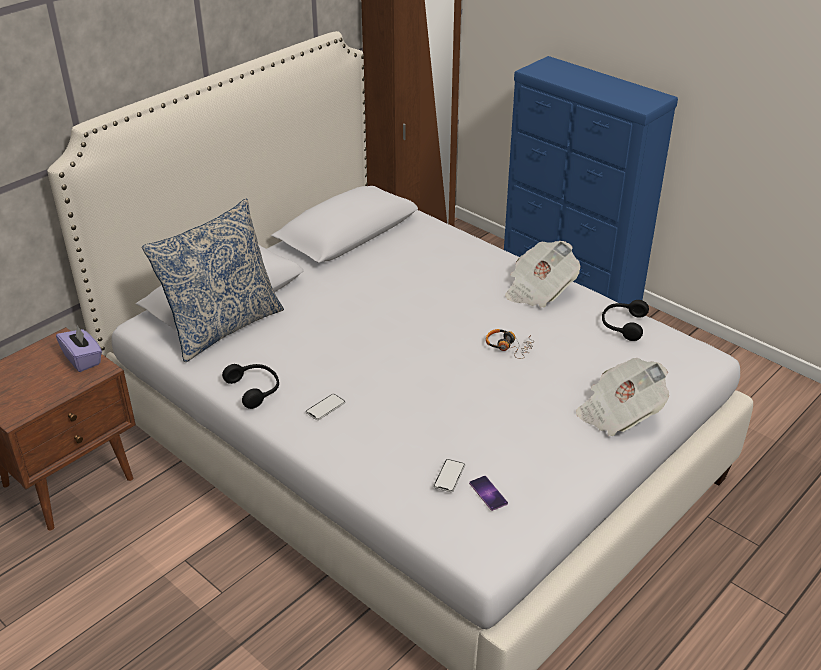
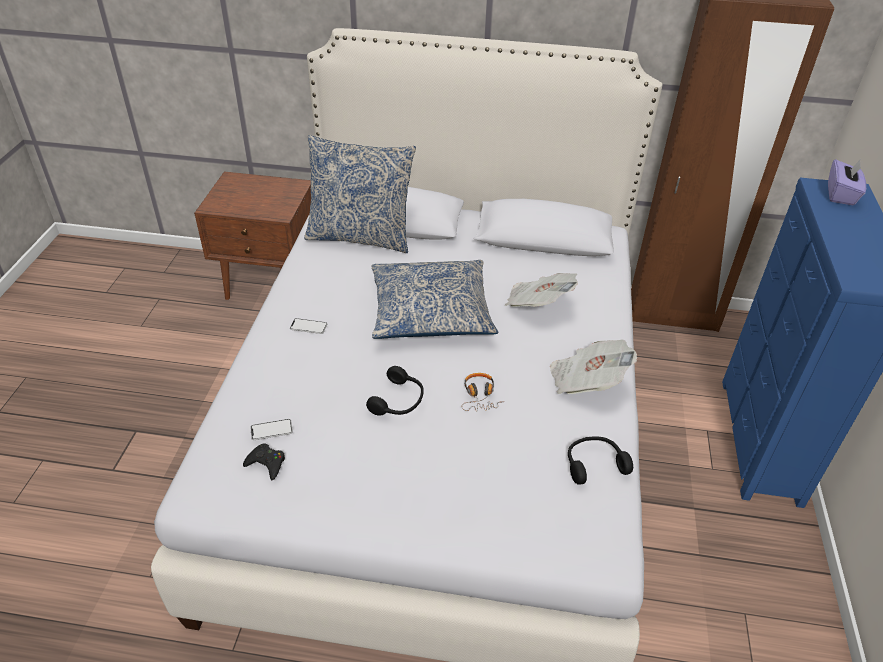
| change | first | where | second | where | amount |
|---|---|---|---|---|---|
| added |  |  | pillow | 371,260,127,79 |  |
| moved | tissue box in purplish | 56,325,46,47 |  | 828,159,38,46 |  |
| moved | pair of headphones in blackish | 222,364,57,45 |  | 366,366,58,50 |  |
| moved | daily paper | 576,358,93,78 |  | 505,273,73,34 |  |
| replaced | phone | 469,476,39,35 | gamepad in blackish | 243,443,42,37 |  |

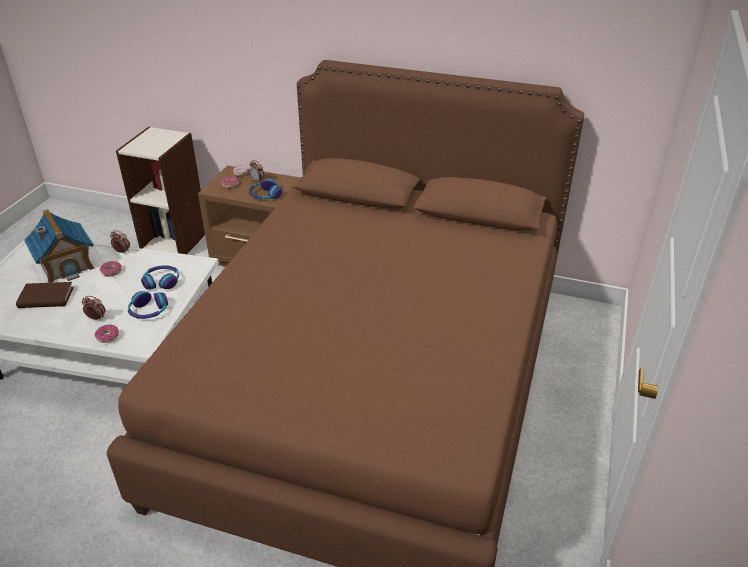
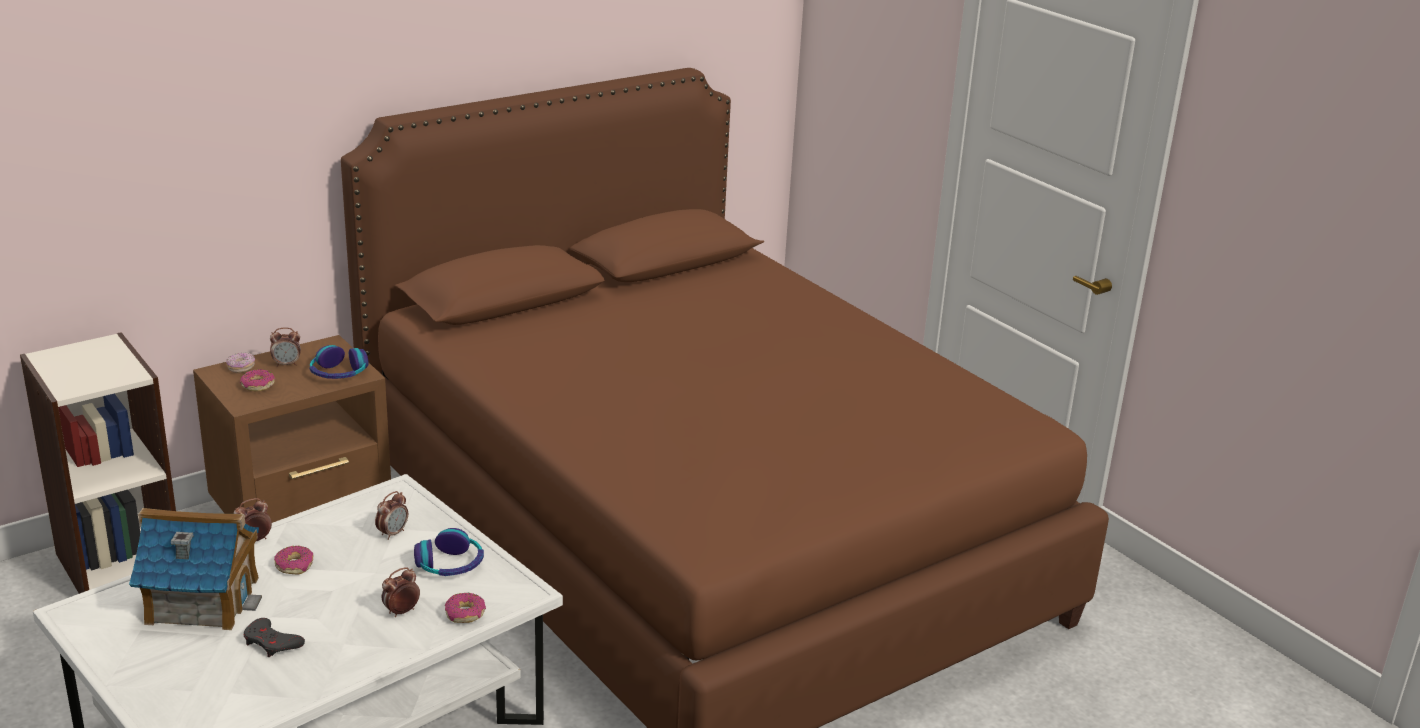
| change | first | where | second | where | amount |
|---|---|---|---|---|---|
| replaced | book in brown | 16,282,58,26 | gamepad in greyish | 244,618,61,39 |  |
| replaced | pair of headphones | 141,265,38,25 | table clock | 375,491,33,49 |  |

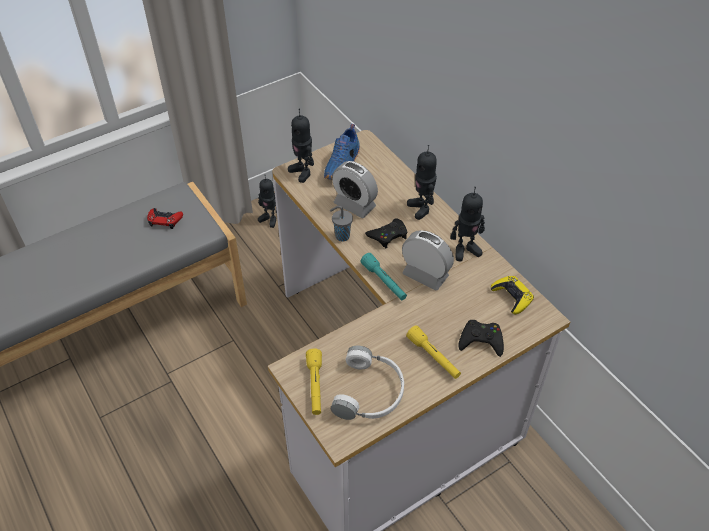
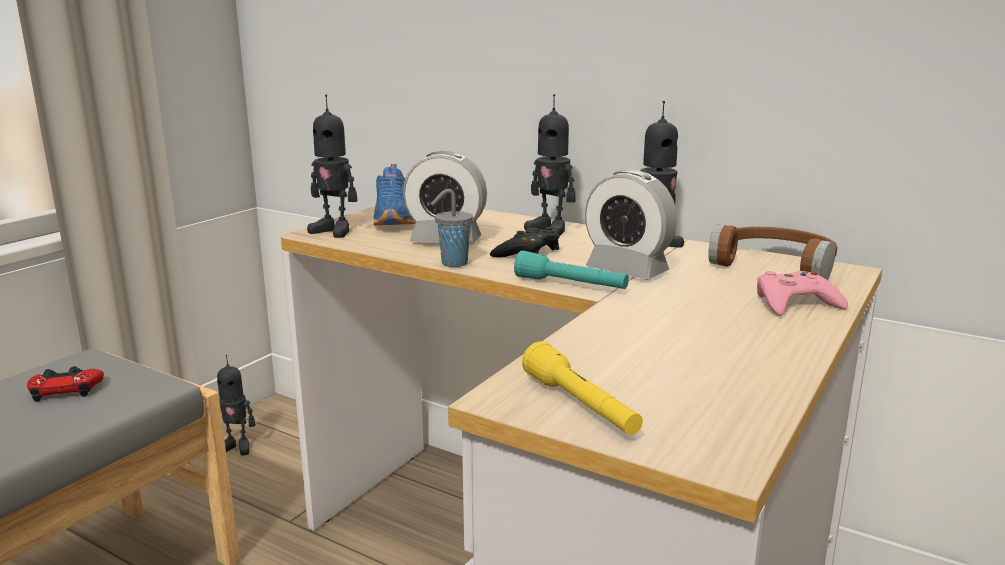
| change | first | where | second | where | amount |
|---|---|---|---|---|---|
| removed | pair of headphones in white | 330,346,74,74 |  |  |  |
| removed | hand torch in yellowish | 406,325,55,54 |  |  |  |
| replaced | gamepad in yellowish | 491,276,43,38 | pair of headphones in brown | 708,225,129,55 |  |
| recoloured | gamepad in blackish | 459,320,45,37 | gamepad in pink | 757,271,91,45 |  |
| turned | table clock | 402,230,52,60 |  | 585,170,92,109 | 150 degrees counterclockwise |

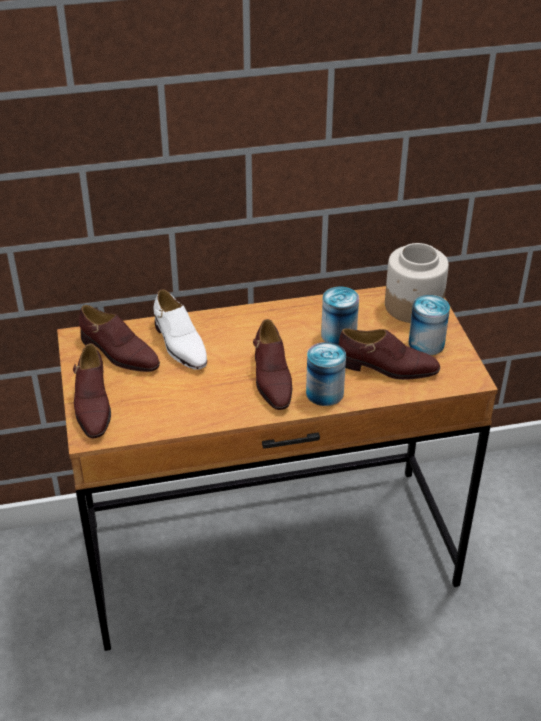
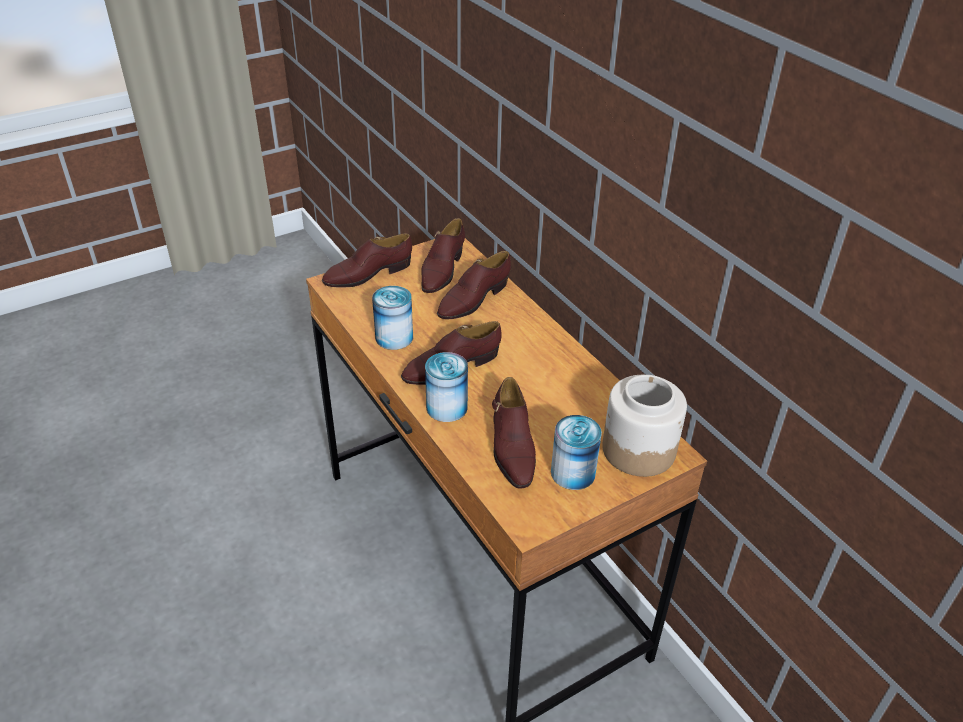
| change | first | where | second | where | amount |
|---|---|---|---|---|---|
| moved | can | 321,287,38,58 |  | 372,286,41,64 |  |
| recoloured | item of footwear in white | 153,289,54,81 | item of footwear in brown | 437,251,74,68 |  |

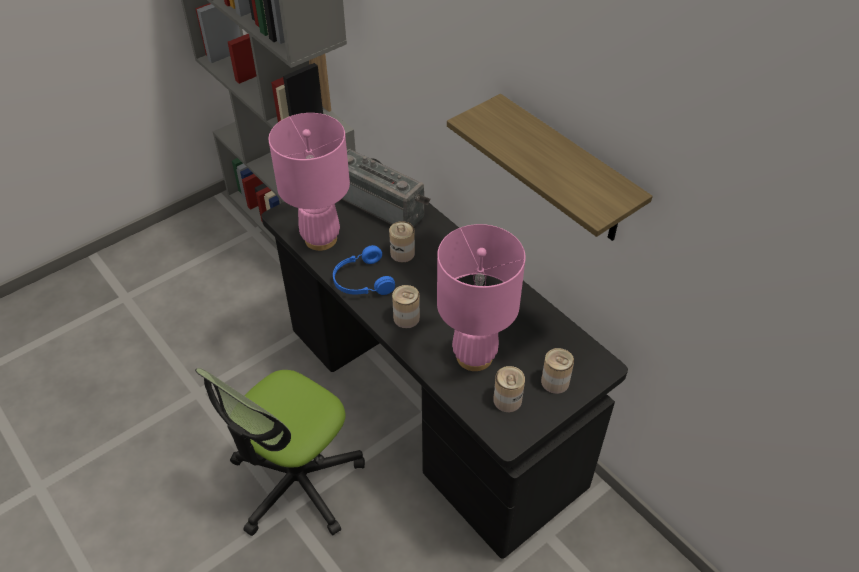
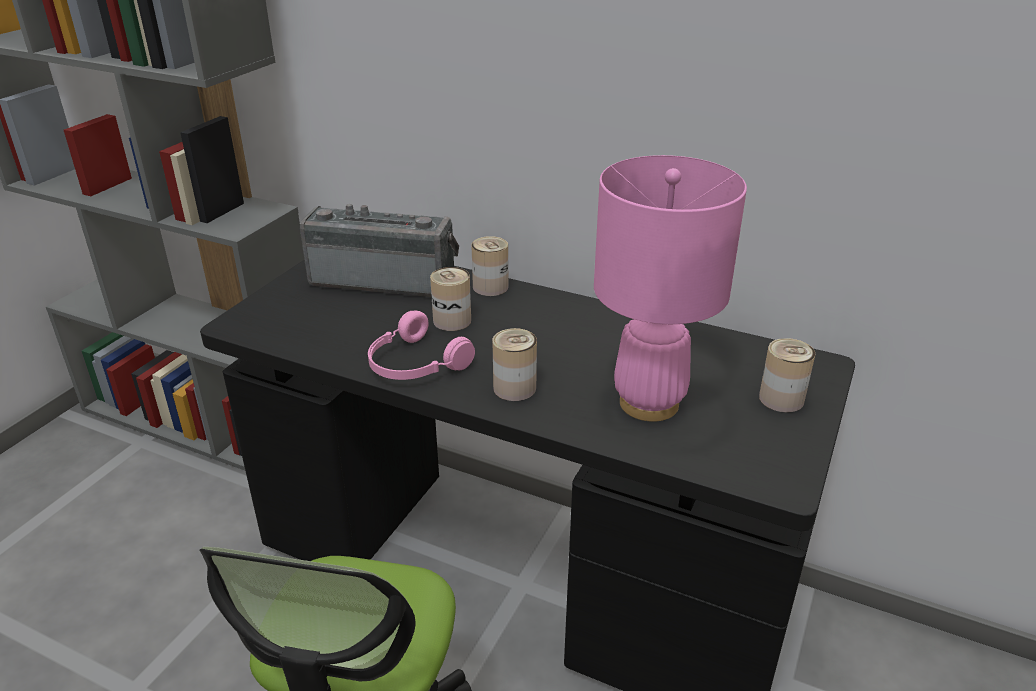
| change | first | where | second | where | amount |
|---|---|---|---|---|---|
| removed | tabletop lamp in pink | 269,113,81,138 |  |  |  |
| removed | wall shelf | 447,94,206,147 |  |  |  |
| moved | can | 493,366,32,46 |  | 471,236,37,60 |  |
| recoloured | pair of headphones in blue-coloured | 333,245,62,50 | pair of headphones in pink | 368,311,107,69 |  |

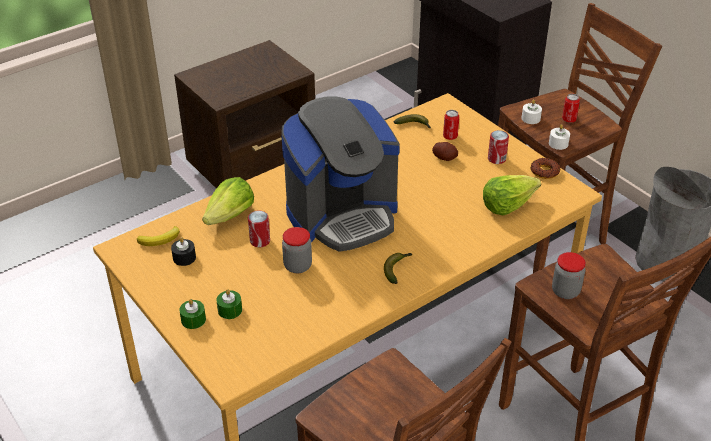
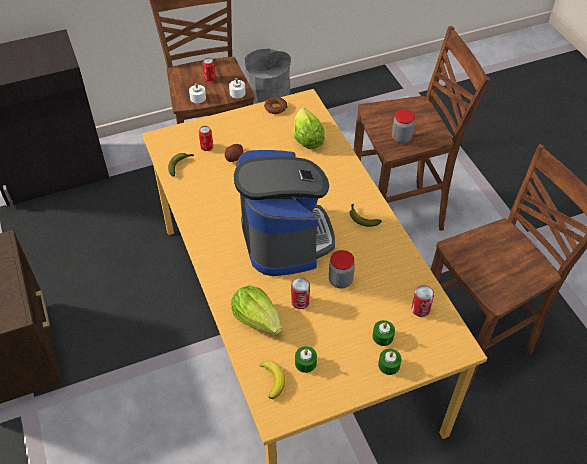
| change | first | where | second | where | amount |
|---|---|---|---|---|---|
| moved | can | 488,130,21,34 |  | 412,285,22,32 |  |
| recoloured | candle in blackish | 171,237,25,29 | candle in green | 295,346,22,27 |  |

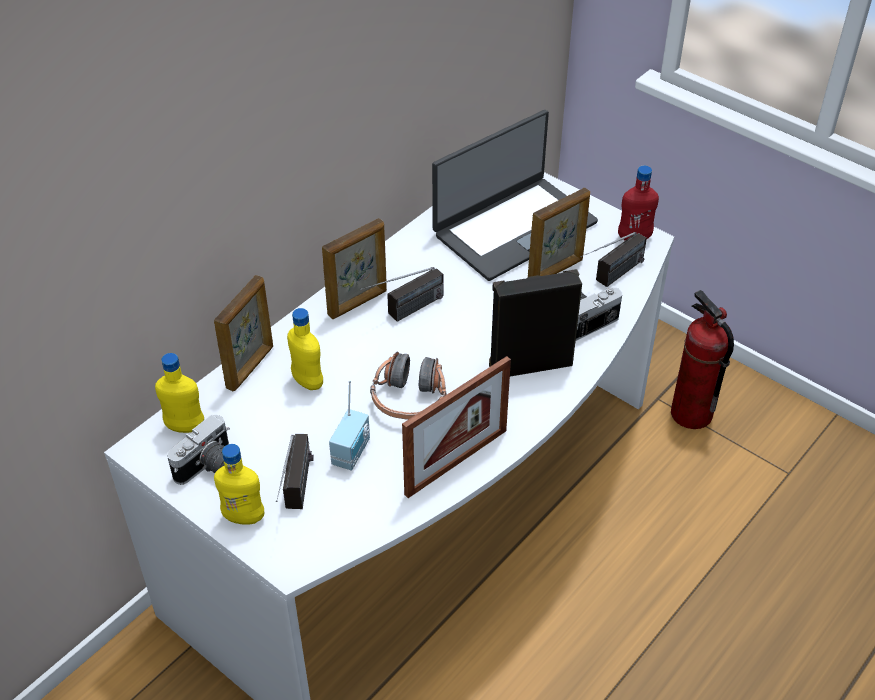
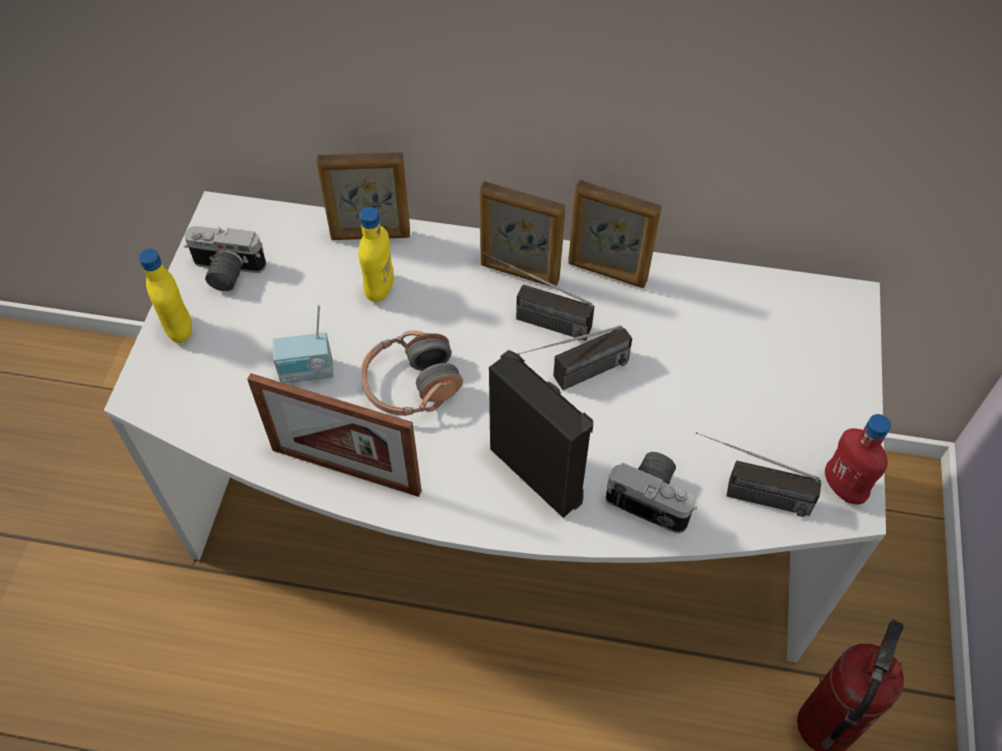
| change | first | where | second | where | amount |
|---|---|---|---|---|---|
| removed | beverage bottle in yellowish | 155,353,49,80 |  |  |  |
| removed | laptop | 432,110,166,171 |  |  |  |
| moved | radio receiver | 276,434,38,75 |  | 518,325,114,65 |  |
| moved | standing frame | 528,188,62,89 |  | 568,180,94,108 |  |

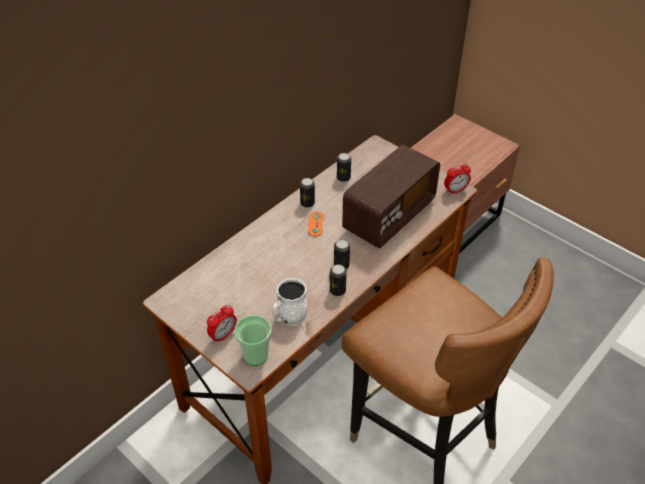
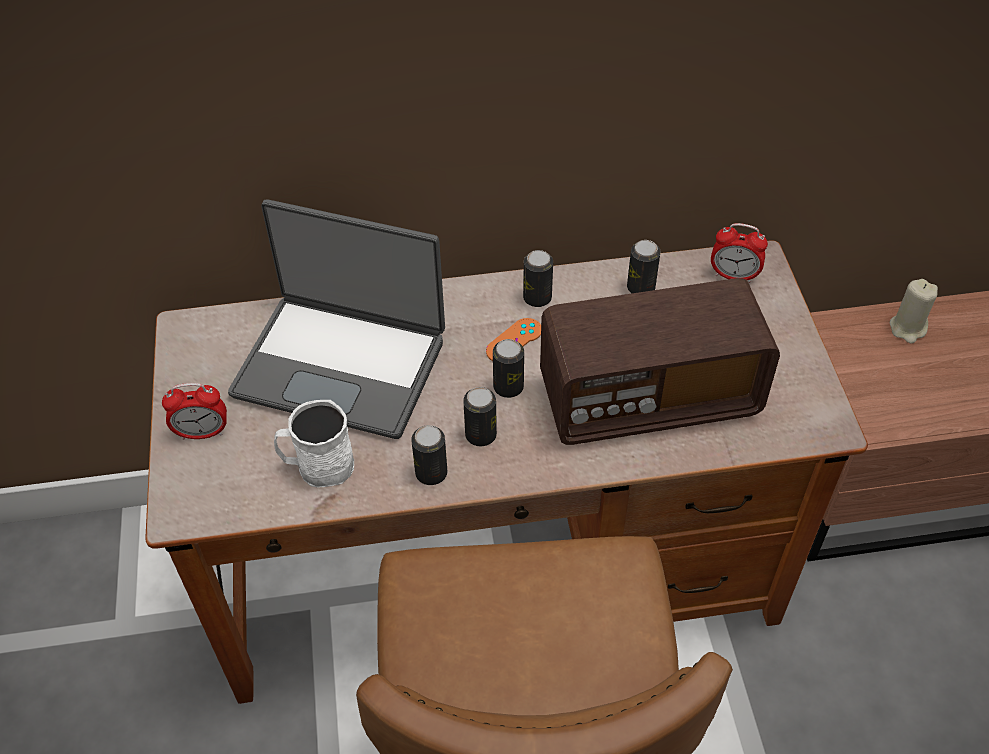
| change | first | where | second | where | amount |
|---|---|---|---|---|---|
| removed | drinking cup | 234,315,38,51 |  |  |  |
| added |  |  | laptop | 228,199,217,240 |  |
| added |  |  | can | 493,339,31,59 |  |
| added |  |  | candle in sand-coloured | 889,279,49,65 |  |
| moved | table clock | 444,163,27,32 |  | 711,223,57,60 |  |

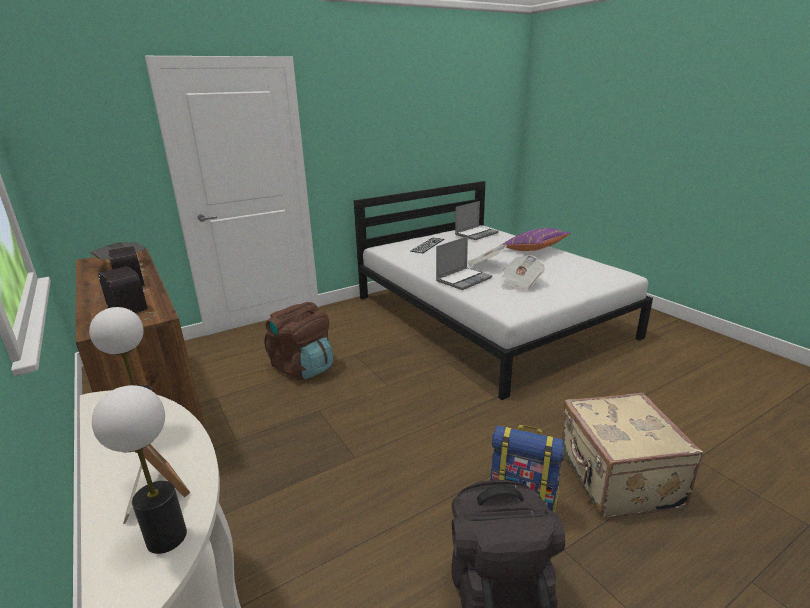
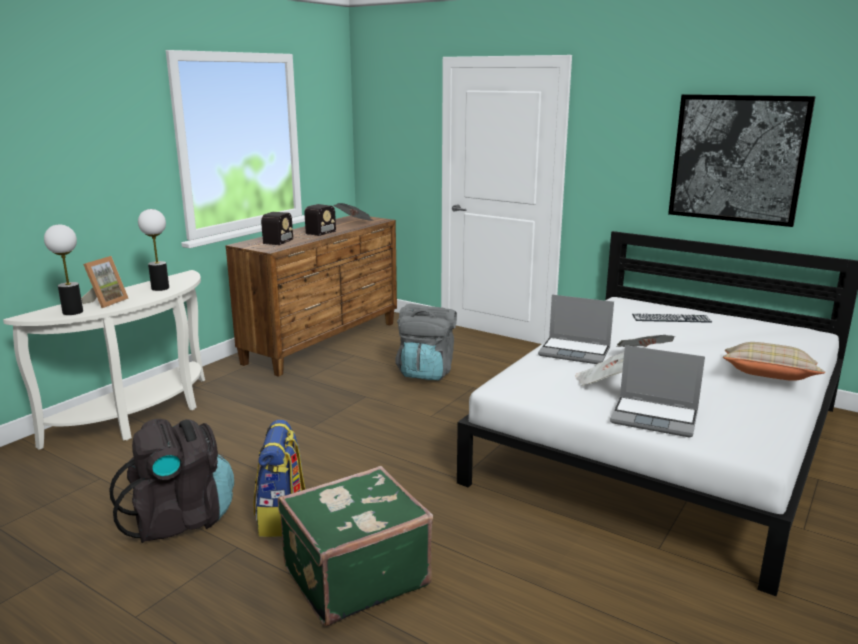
| change | first | where | second | where | amount |
|---|---|---|---|---|---|
| added |  |  | picture | 668,94,147,133 |  |
| moved | laptop | 455,201,44,39 |  | 610,345,95,93 |  |
| recoloured | rucksack in brown | 264,302,69,78 | rucksack in greyish | 395,304,62,77 |  |
| recoloured | pillow in purplish | 501,228,70,23 | pillow in sand-coloured | 723,342,102,39 |  |
| recoloured | suitcase in sand-coloured | 560,393,143,125 | suitcase in green | 278,466,155,161 |  |

